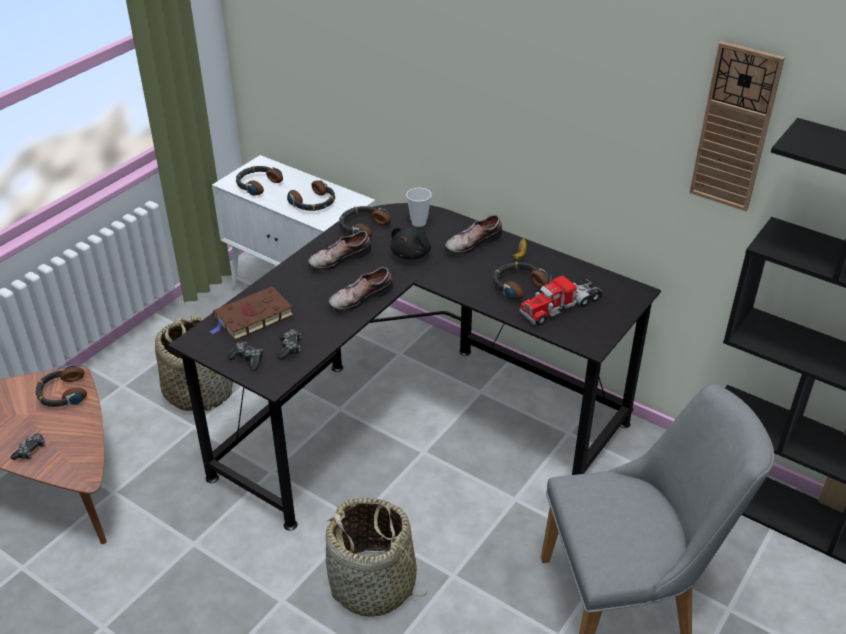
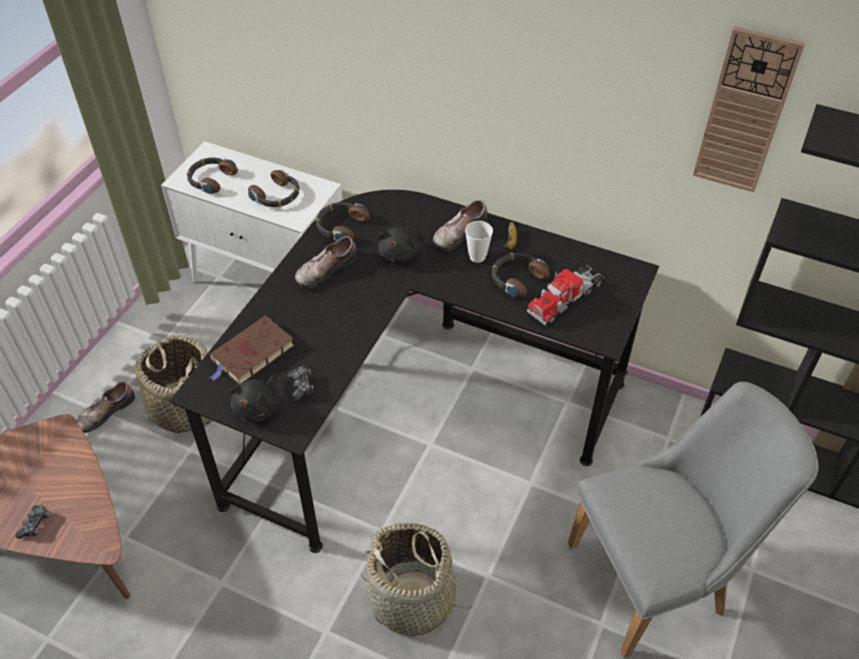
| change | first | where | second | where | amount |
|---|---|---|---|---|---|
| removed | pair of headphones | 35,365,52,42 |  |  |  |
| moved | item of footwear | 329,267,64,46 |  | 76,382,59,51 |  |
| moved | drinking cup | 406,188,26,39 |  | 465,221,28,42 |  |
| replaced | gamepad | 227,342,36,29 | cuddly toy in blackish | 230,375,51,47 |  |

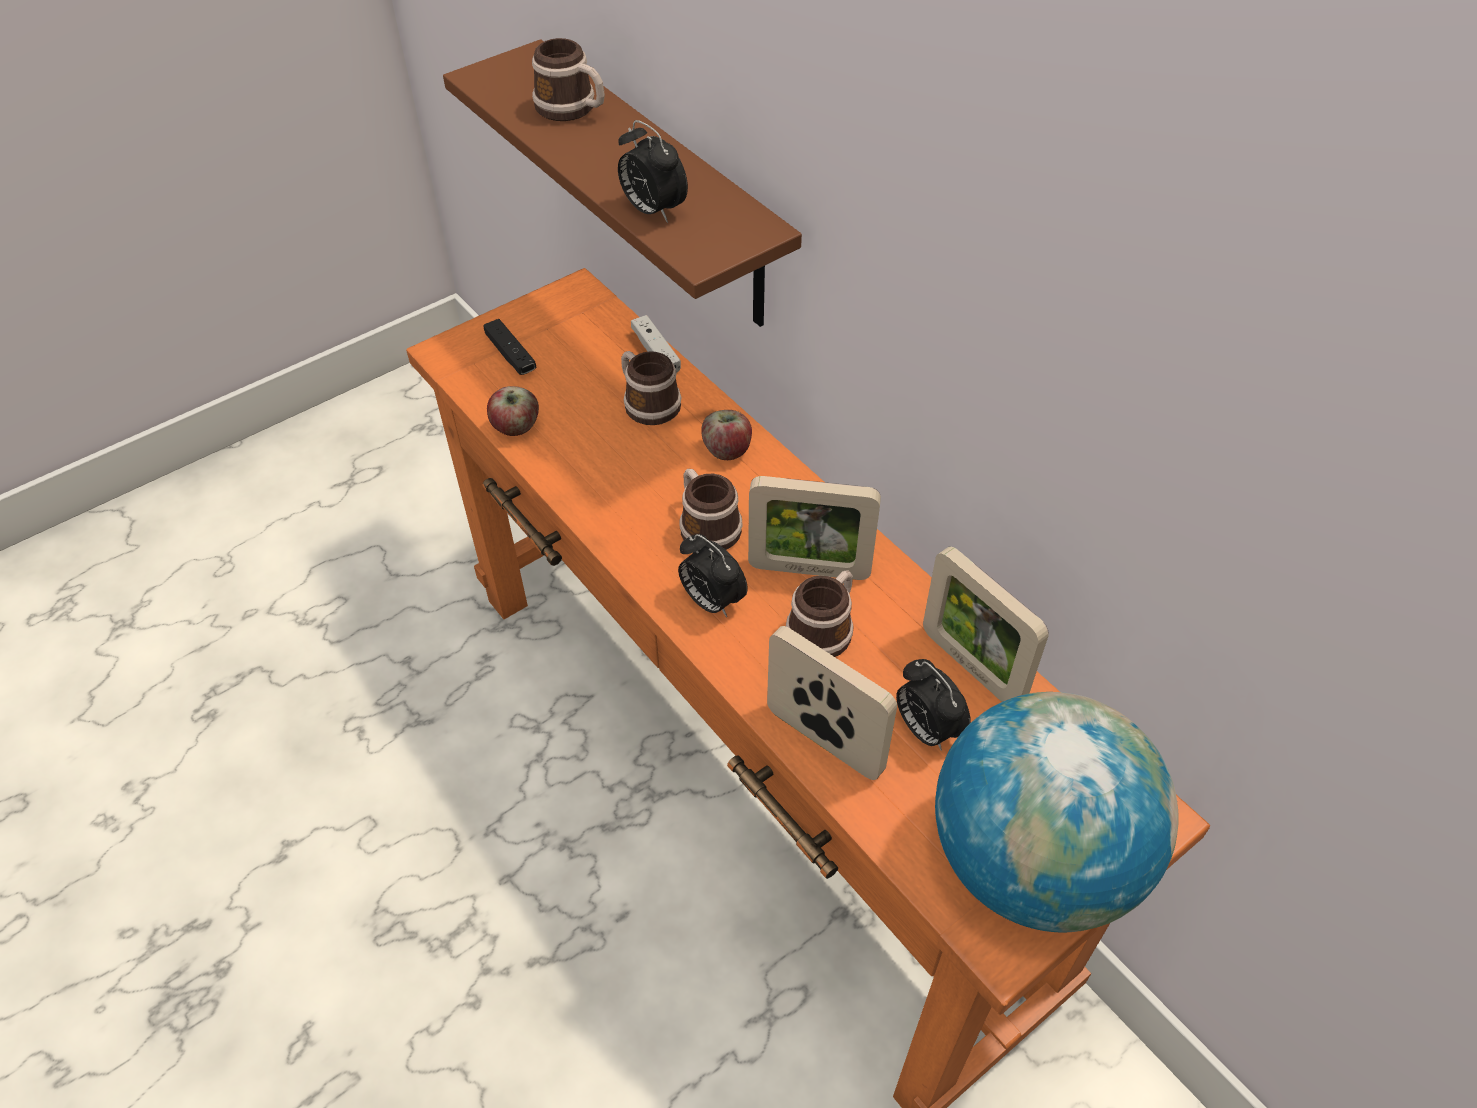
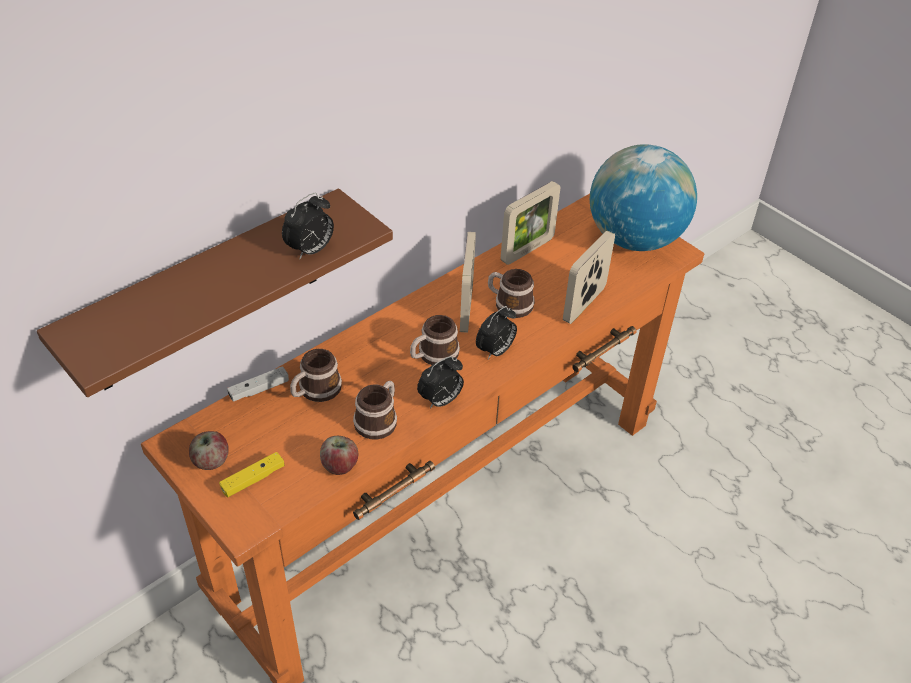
| change | first | where | second | where | amount |
|---|---|---|---|---|---|
| moved | mug | 532,38,73,83 |  | 353,381,44,58 |  |
| moved | apple fruit | 701,410,51,50 |  | 189,431,40,39 |  |
| moved | table clock | 896,659,75,92 |  | 417,356,47,53 |  |
| recoloured | gamepad in blackish | 483,319,54,56 | gamepad in yellowish | 219,452,66,45 |  |

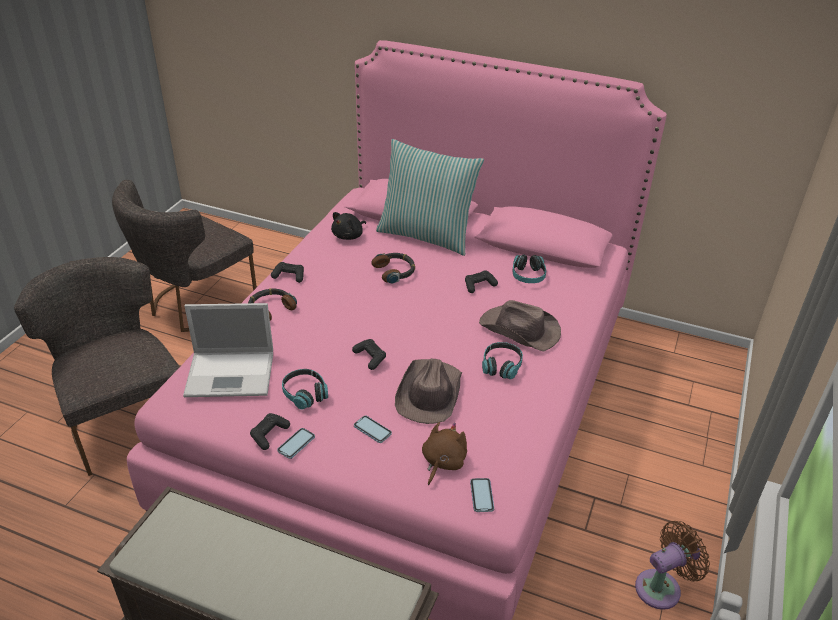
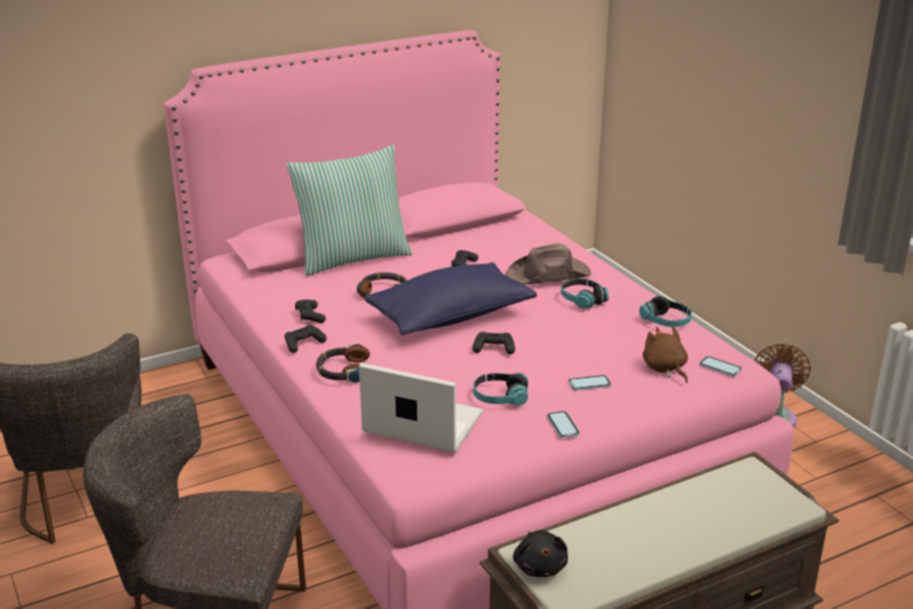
| change | first | where | second | where | amount |
|---|---|---|---|---|---|
| removed | clothing hat in brown | 395,358,67,66 |  |  |  |
| added |  |  | pillow in blue-coloured | 364,262,173,73 |  |
| moved | gamepad in blackish | 250,413,40,37 |  | 295,300,31,23 |  |
| moved | cuddly toy in blackish | 331,212,35,28 |  | 513,530,55,47 |  |
| moved | pair of headphones | 512,255,34,28 |  | 639,296,53,31 |  |
| turned | laptop | 183,303,90,94 |  | 359,363,124,90 | 105 degrees counterclockwise |

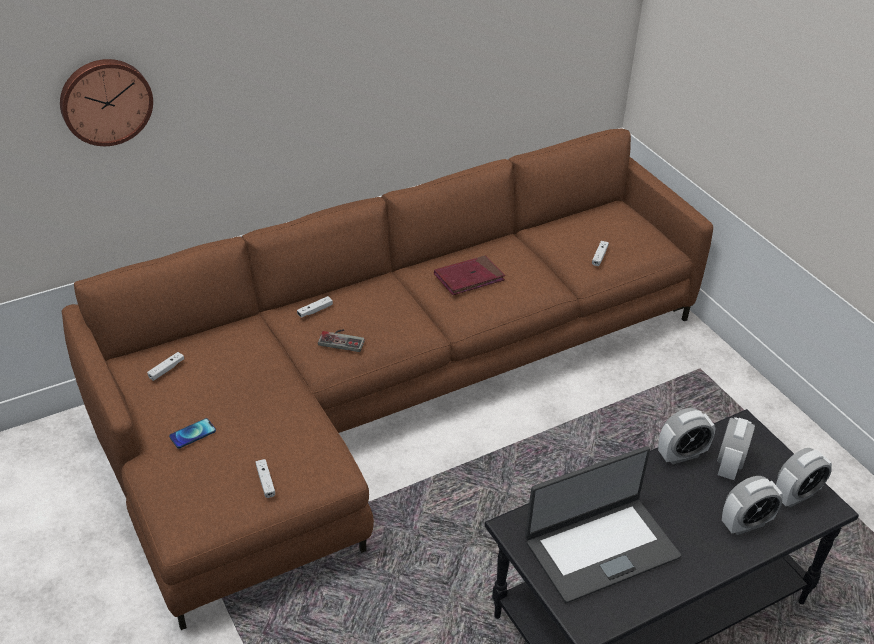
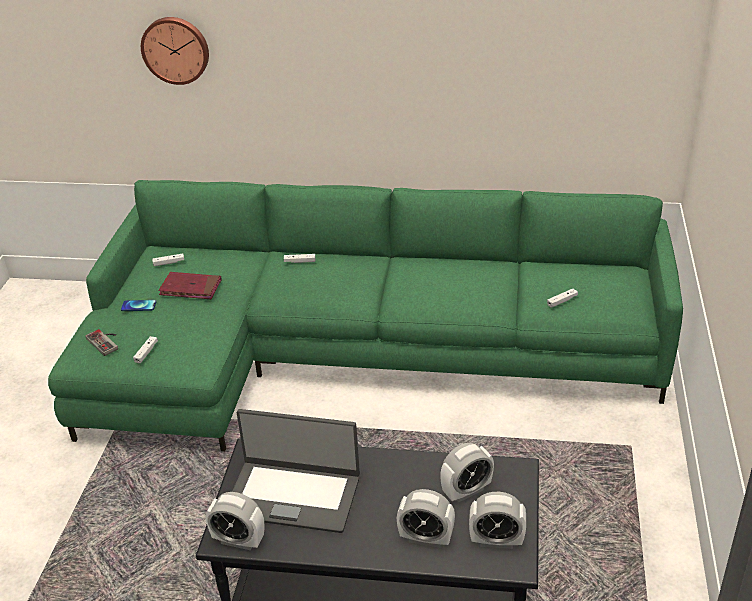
| change | first | where | second | where | amount |
|---|---|---|---|---|---|
| moved | gamepad | 318,329,47,23 |  | 85,329,33,27 |  |
| moved | book in red | 434,255,71,40 |  | 158,272,64,27 |  |
| moved | table clock | 658,408,57,56 |  | 206,492,59,58 |  |
| recoloured | sofa in brown | 62,129,651,501 | sofa in green | 48,180,635,271 |  |

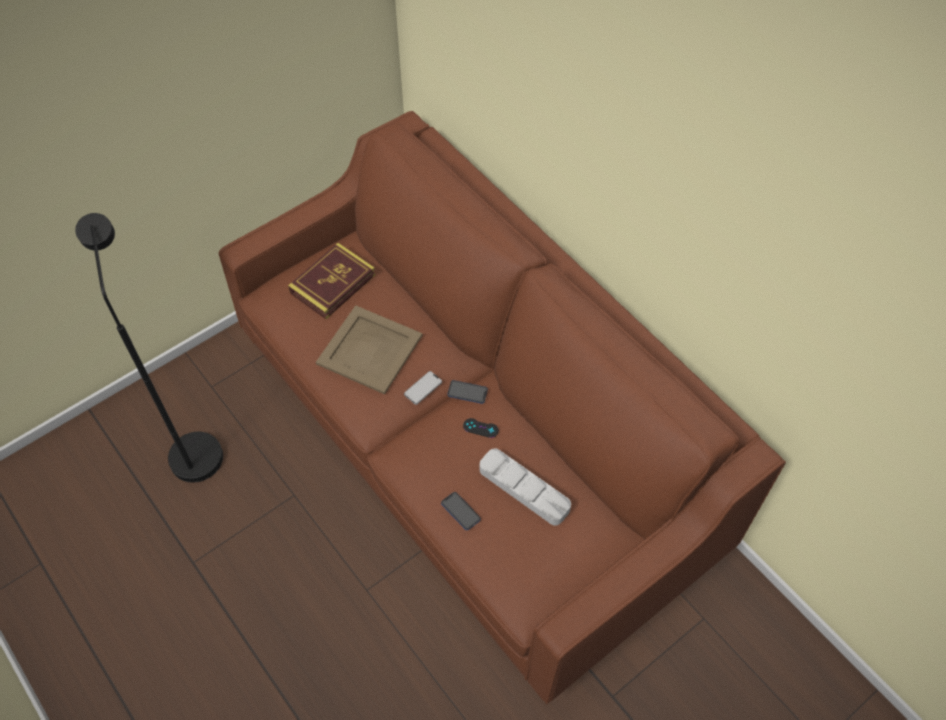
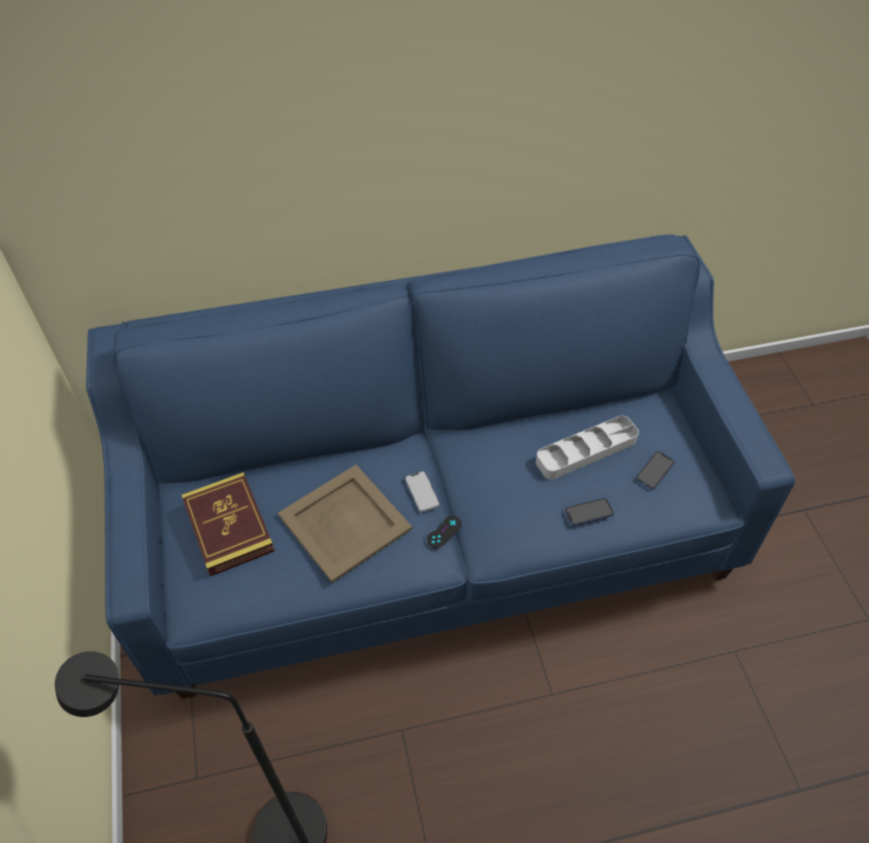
| change | first | where | second | where | amount |
|---|---|---|---|---|---|
| moved | phone | 448,380,40,24 |  | 636,451,39,39 |  |
| moved | gamepad in blackish | 463,418,36,20 |  | 427,516,35,32 |  |
| recoloured | sofa in brown | 219,111,567,594 | sofa in blue-coloured | 86,234,709,465 |  |

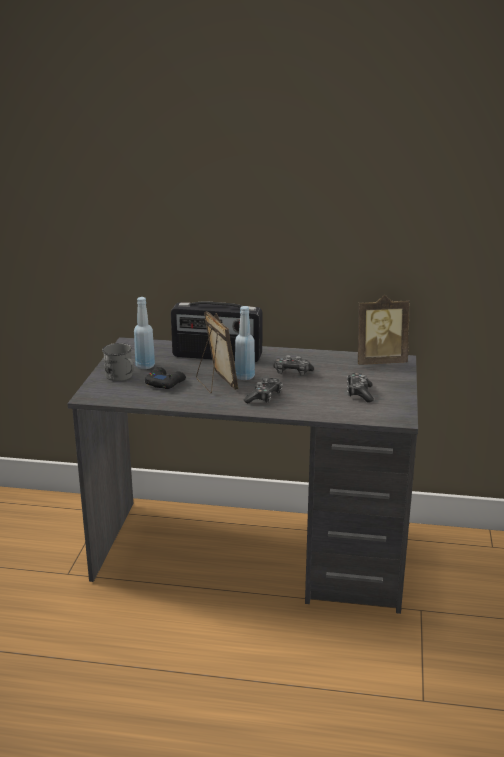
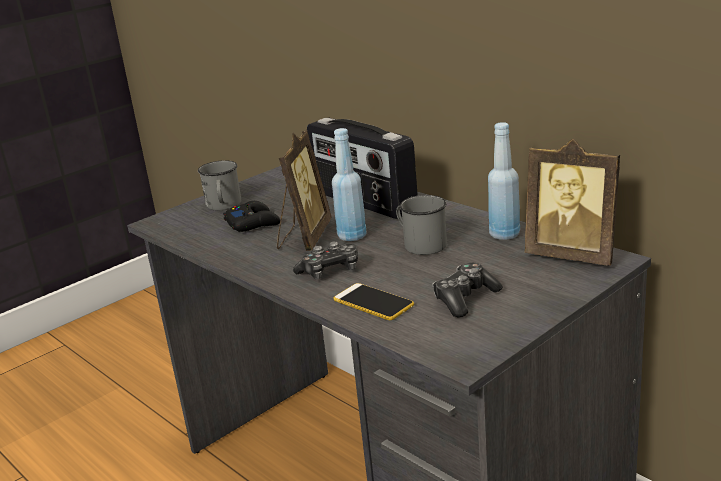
| change | first | where | second | where | amount |
|---|---|---|---|---|---|
| added |  |  | phone | 333,283,81,37 |  |
| moved | beverage bottle in blue-coloured | 134,297,21,72 |  | 488,122,32,118 |  |
| replaced | gamepad | 273,355,41,20 | mug in greyish | 396,195,51,60 |  |

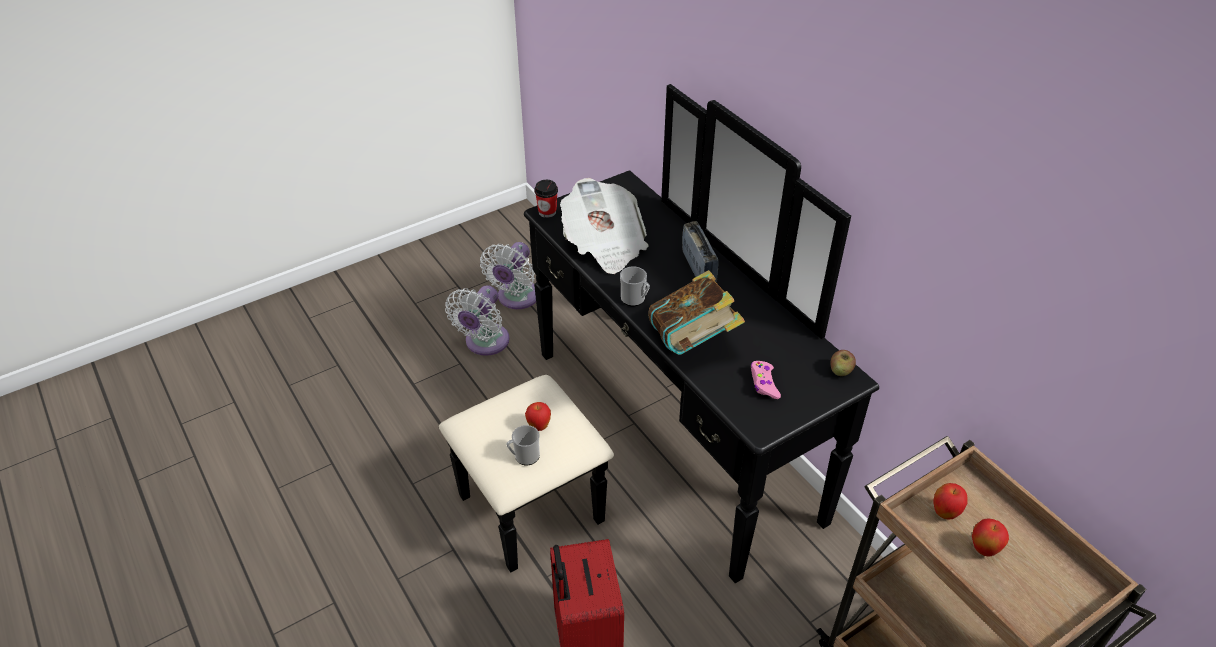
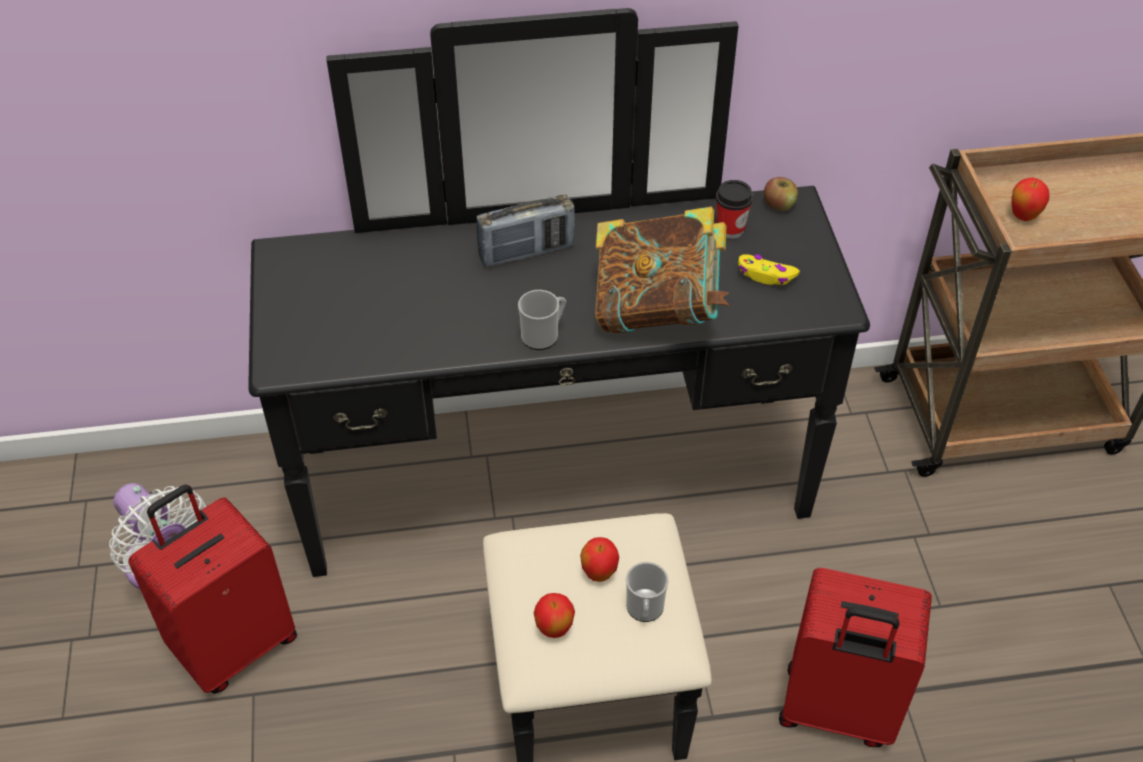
| change | first | where | second | where | amount |
|---|---|---|---|---|---|
| removed | daily paper | 560,178,89,96 |  |  |  |
| moved | drinking cup | 535,180,23,38 |  | 716,180,37,59 |  |
| moved | apple fruit | 972,518,37,39 |  | 534,593,41,45 |  |
| replaced | fan in white | 445,285,65,71 | suitcase in red | 128,484,169,210 |  |
| recoloured | gamepad in pink | 751,361,30,38 | gamepad in yellowish | 738,254,62,31 |  |
| turned | radio receiver | 682,221,37,62 |  | 476,195,99,72 | 150 degrees clockwise |

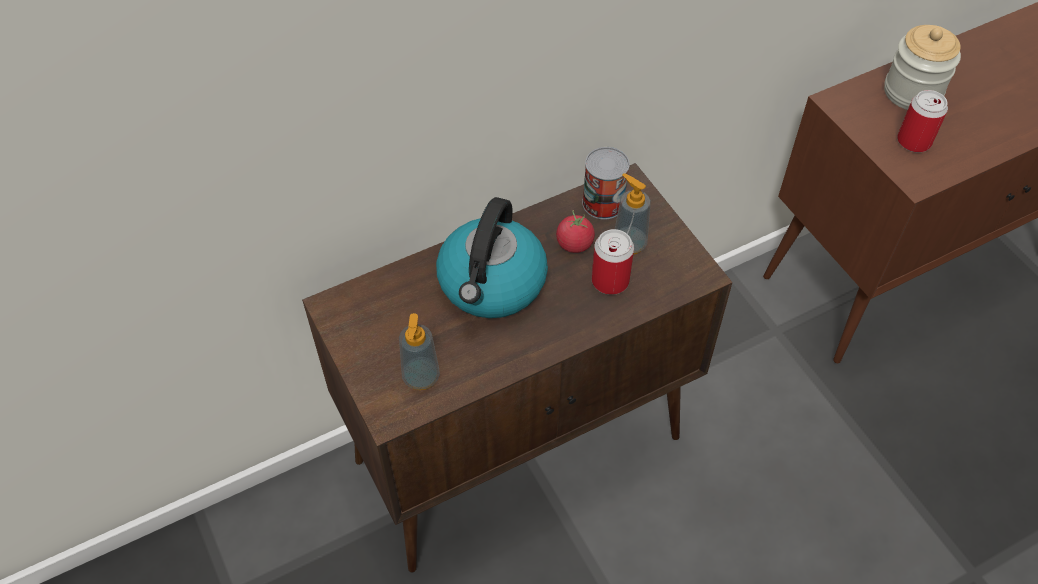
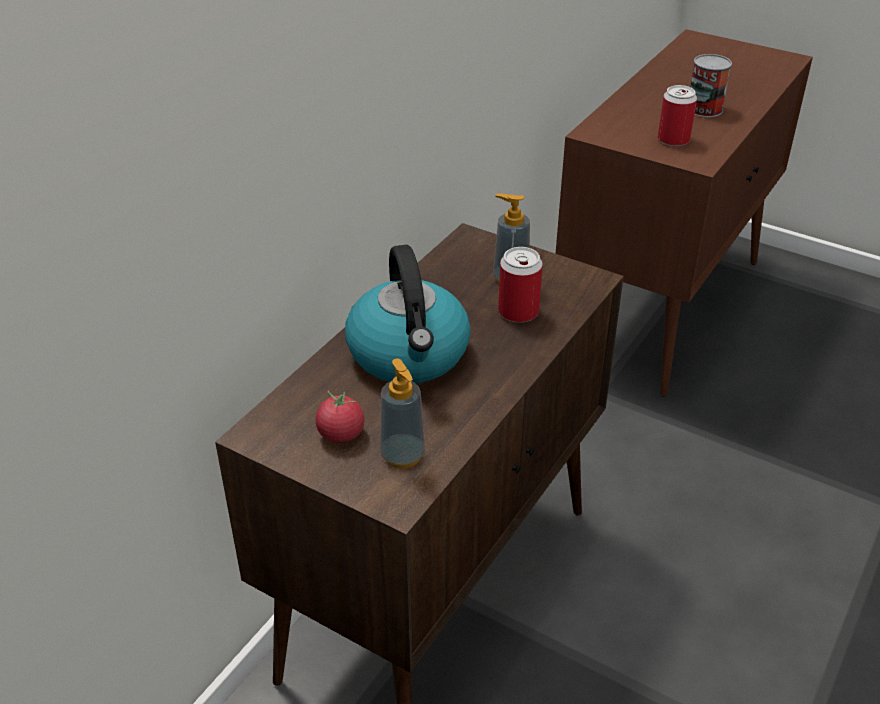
| change | first | where | second | where | amount |
|---|---|---|---|---|---|
| removed | preserve jar | 884,25,77,85 |  |  |  |
| moved | whole tomato | 556,210,39,43 |  | 316,389,48,54 |  |
| moved | can | 582,147,48,73 |  | 690,54,42,63 |  |

